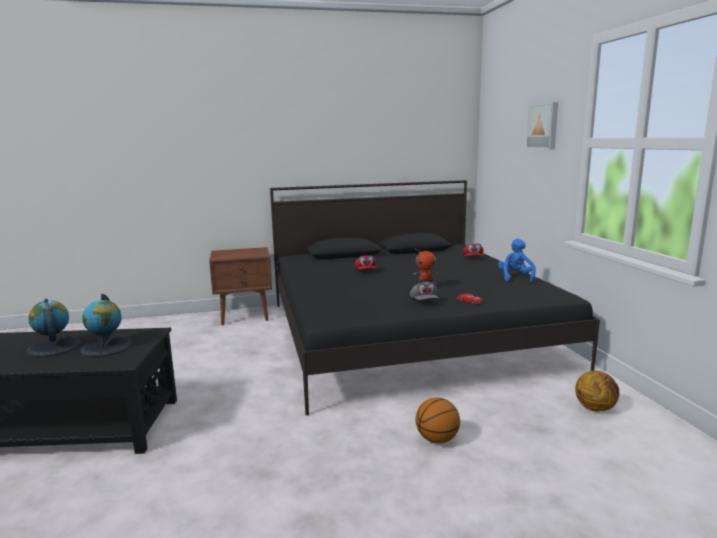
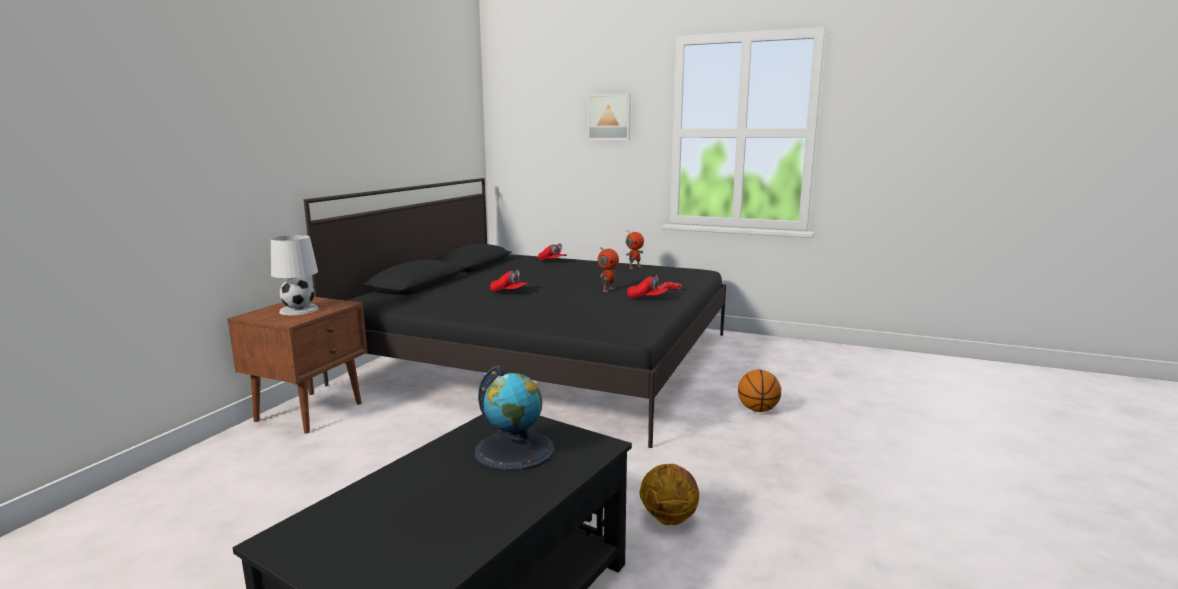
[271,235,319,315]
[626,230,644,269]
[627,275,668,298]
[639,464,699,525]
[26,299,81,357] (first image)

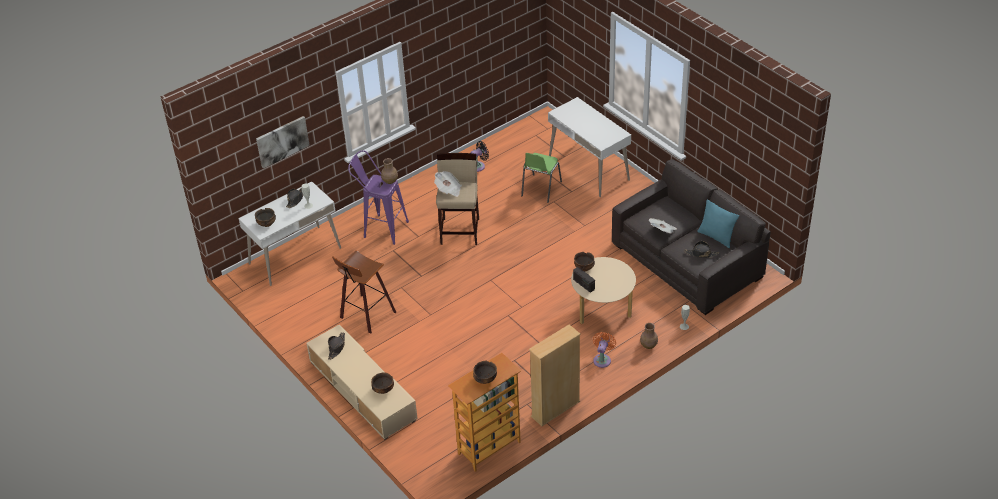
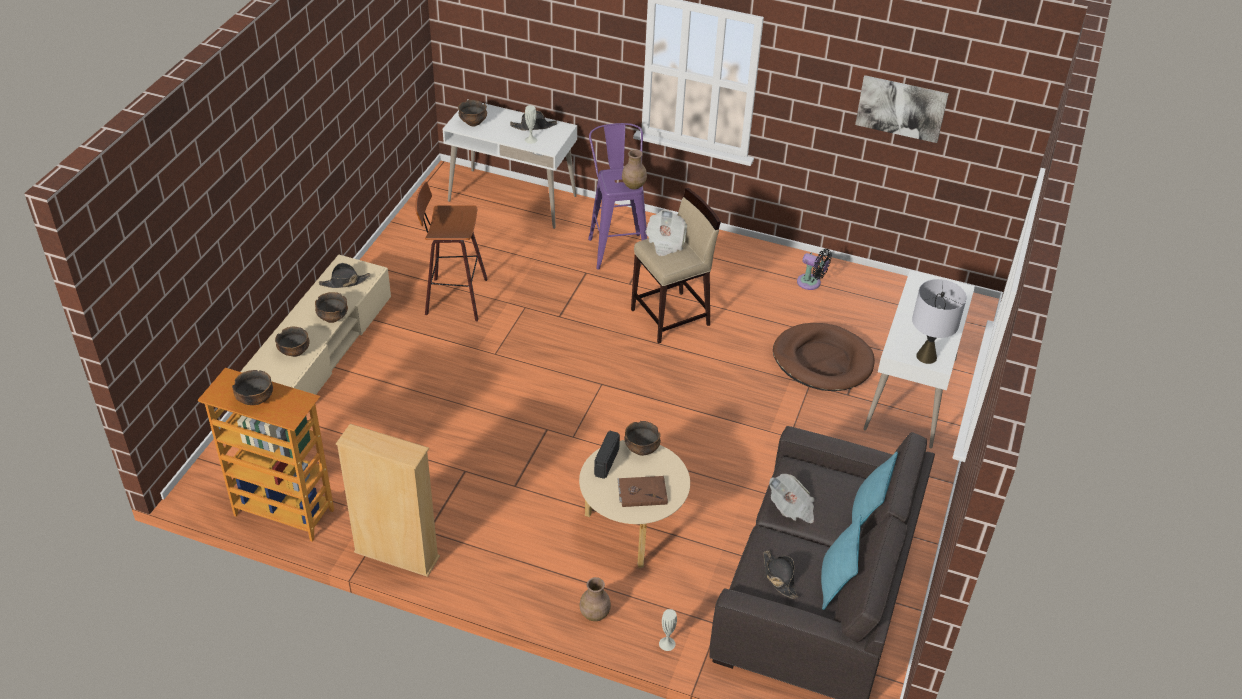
[315,292,348,323]
[617,476,668,507]
[773,323,875,391]
[852,452,898,525]
[855,75,949,143]
[912,279,967,364]
[593,332,616,368] (first image)

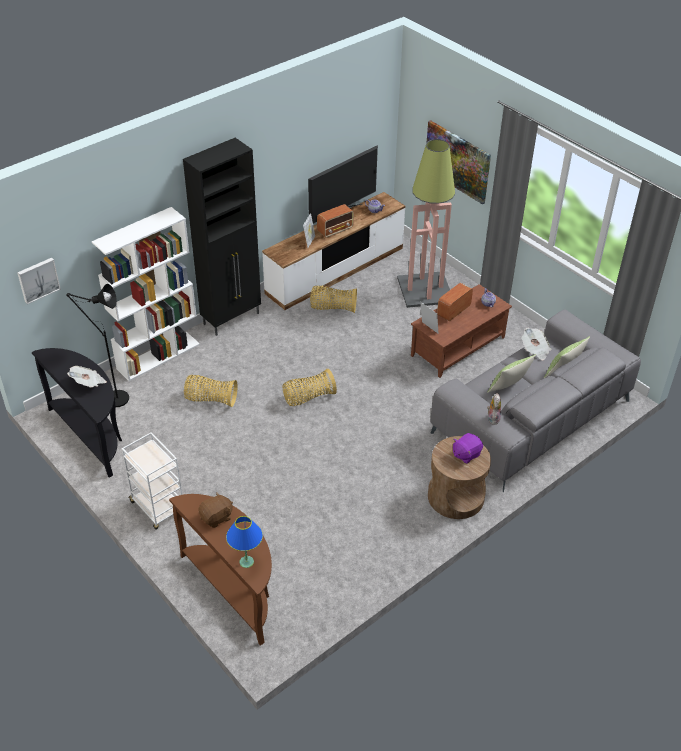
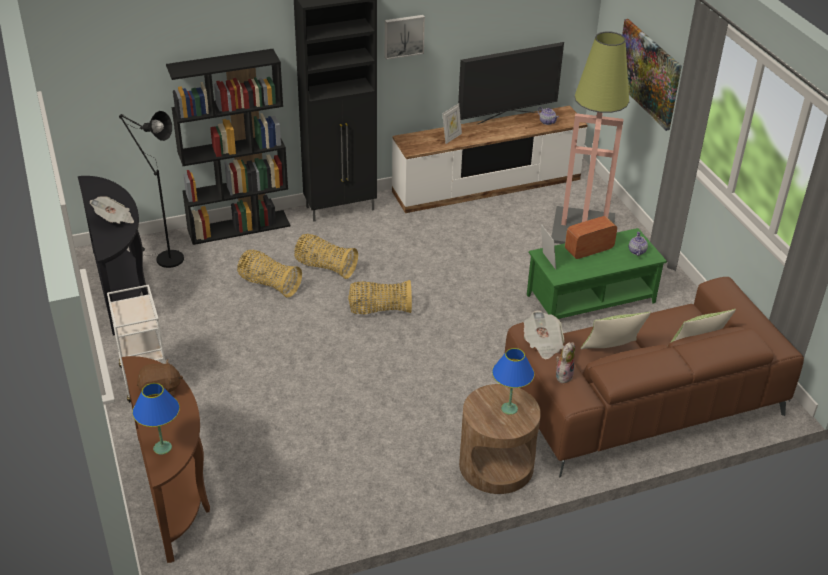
[166,49,290,245]
[294,234,358,279]
[385,15,425,60]
[492,348,535,415]
[505,277,804,477]
[524,310,565,359]
[527,228,667,319]
[317,204,354,238] (first image)

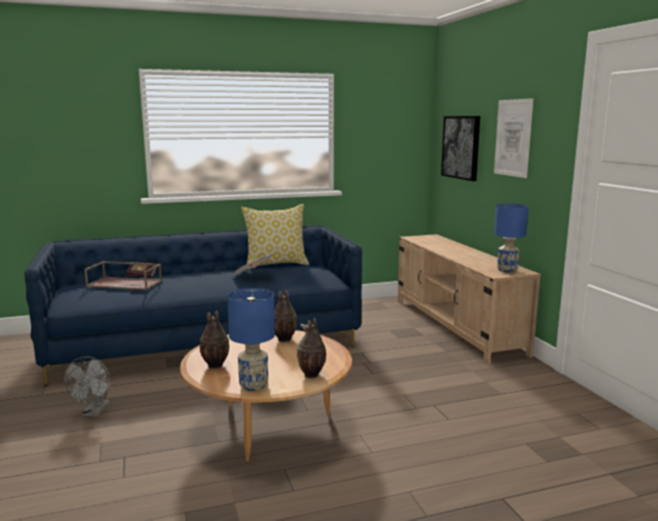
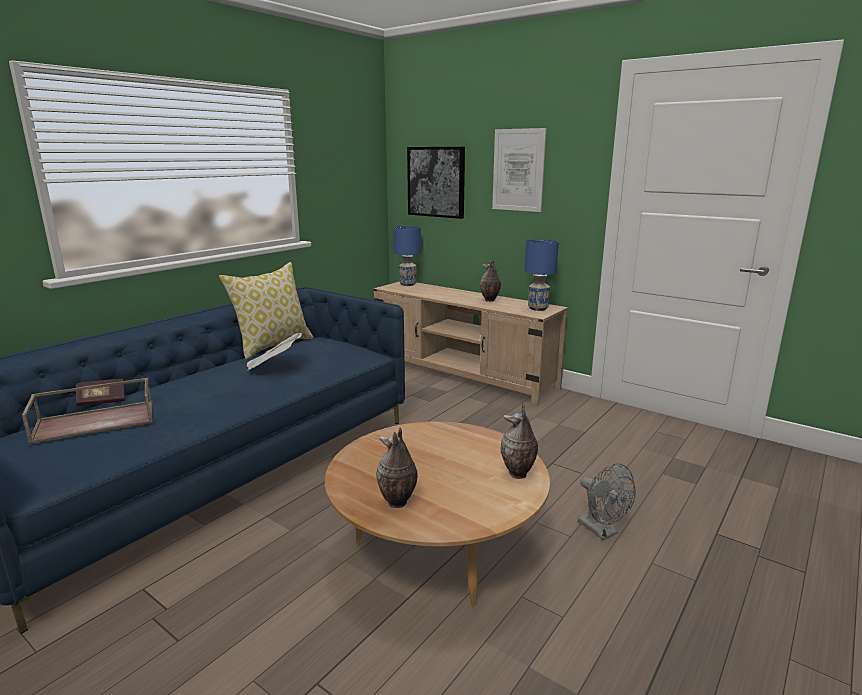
[394,226,421,286]
[480,259,501,302]
[578,463,636,540]

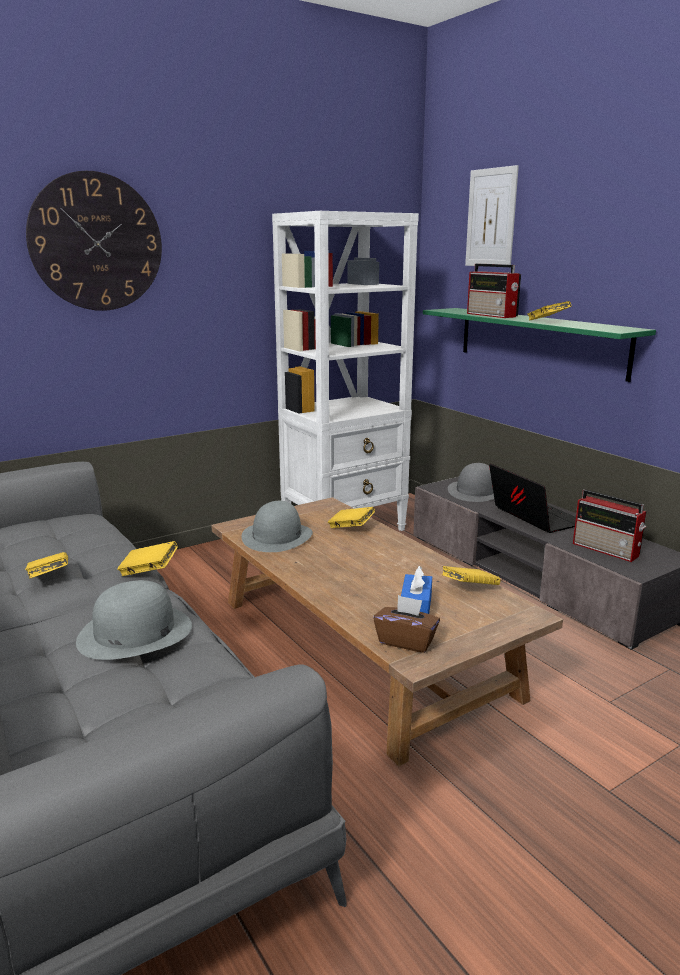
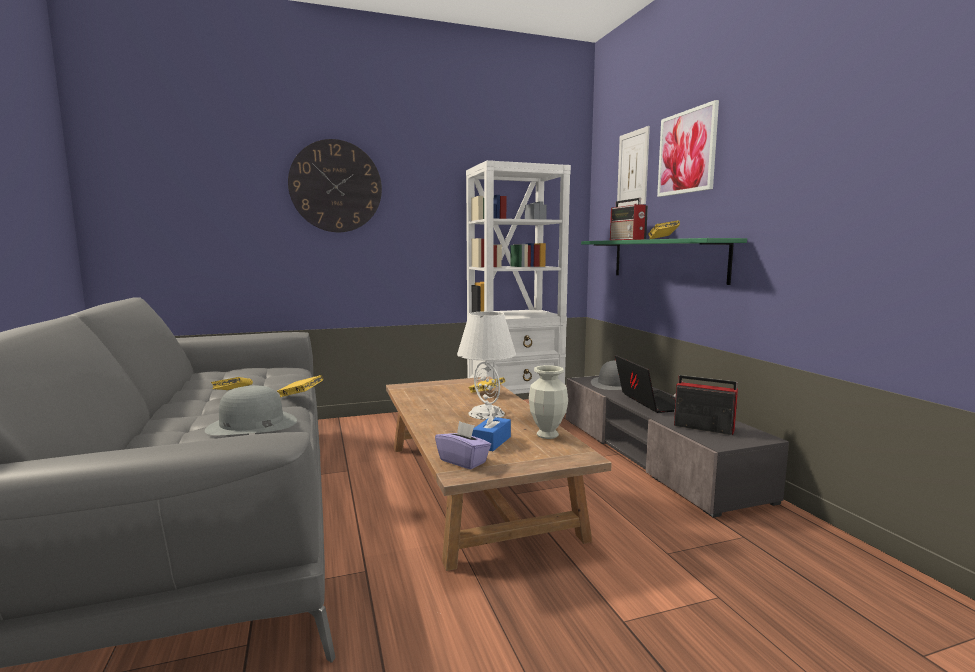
[435,421,491,469]
[457,311,516,420]
[529,365,568,439]
[657,100,719,197]
[673,375,738,435]
[241,501,313,552] (first image)

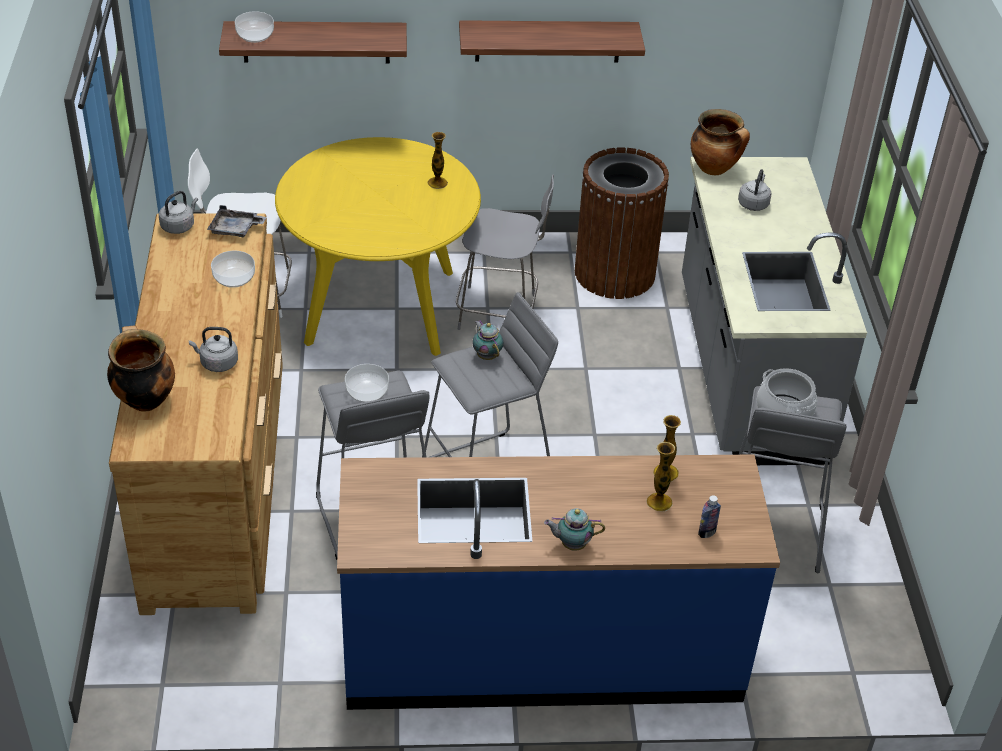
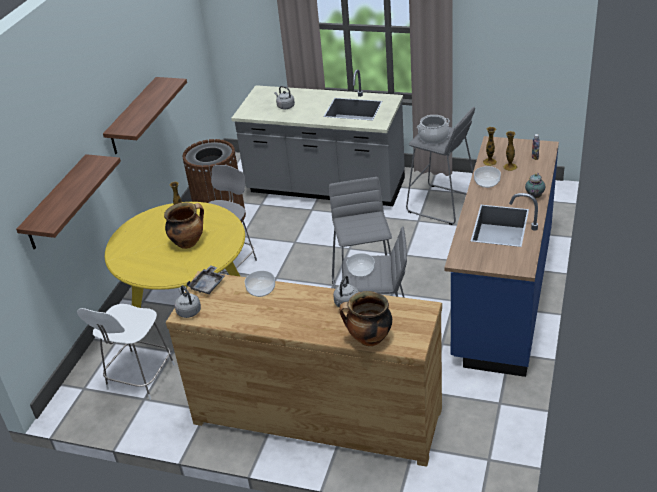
[164,202,204,249]
[474,166,501,188]
[472,320,503,360] (first image)

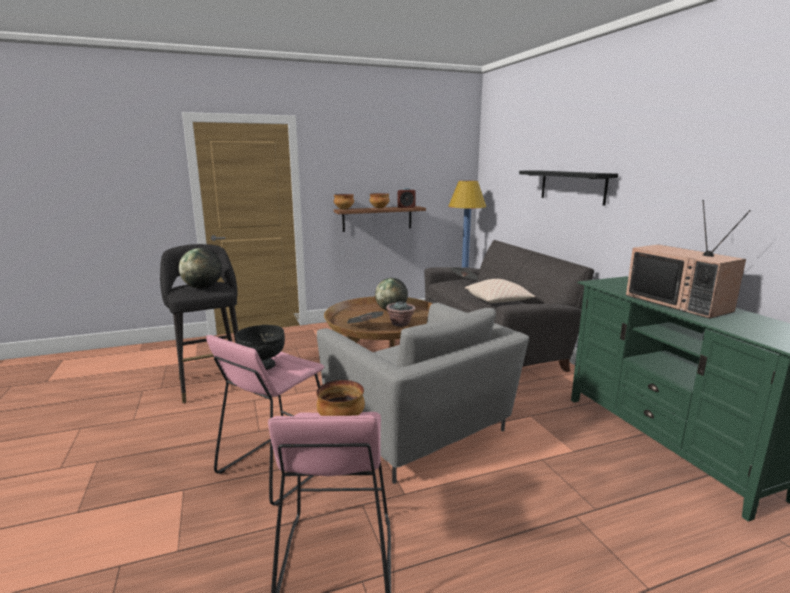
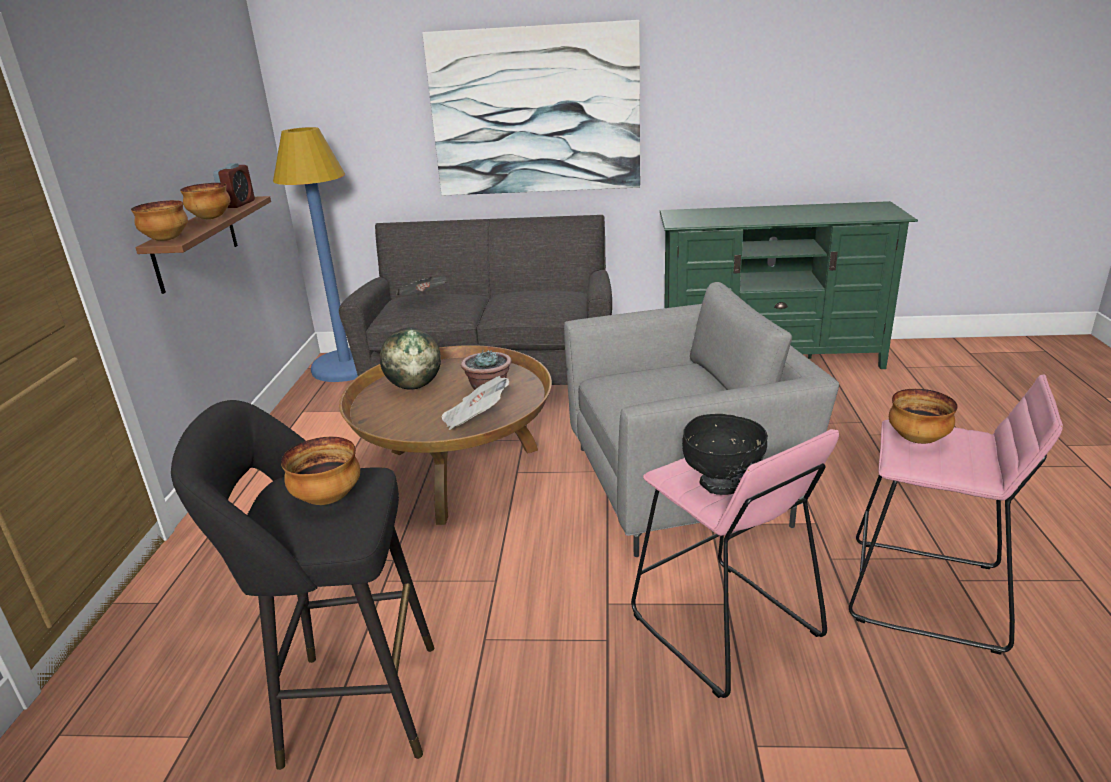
[281,437,360,505]
[422,20,640,196]
[465,279,536,303] (first image)
[626,200,751,319] (first image)

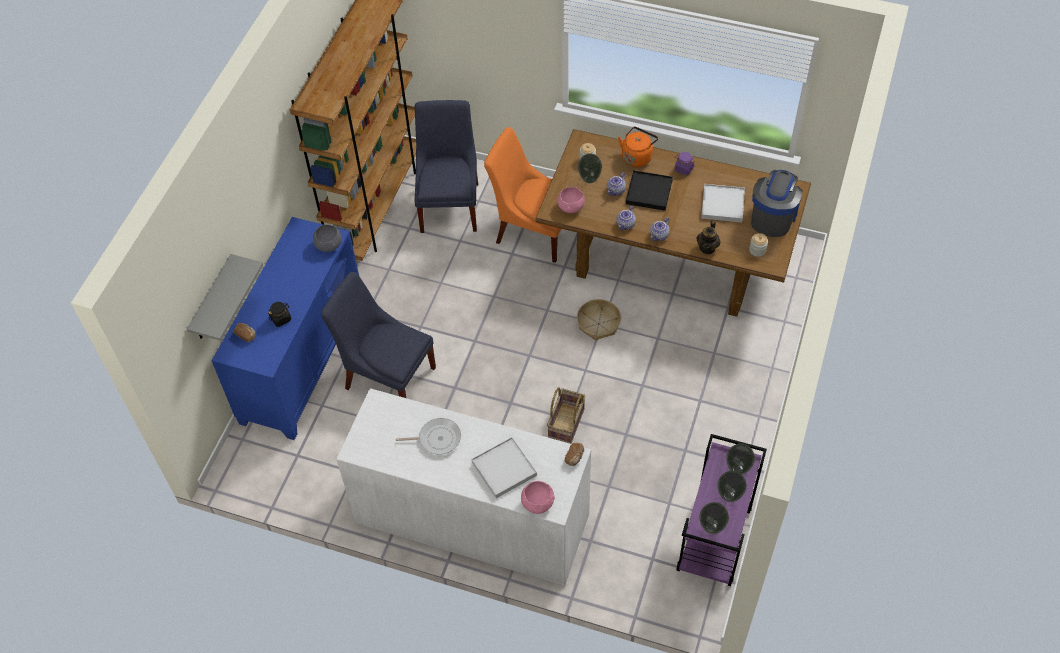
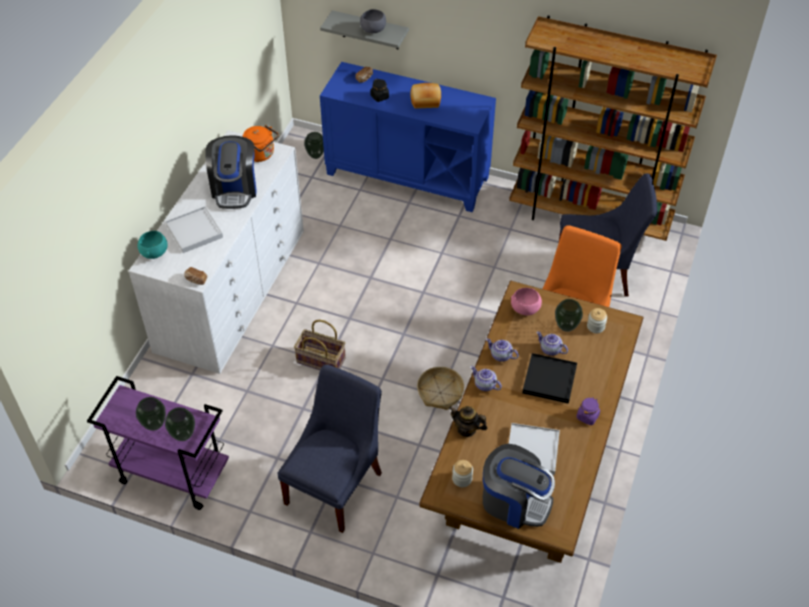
[137,231,168,259]
[205,135,257,209]
[242,125,279,162]
[278,364,382,533]
[304,132,324,159]
[360,9,386,33]
[410,83,441,109]

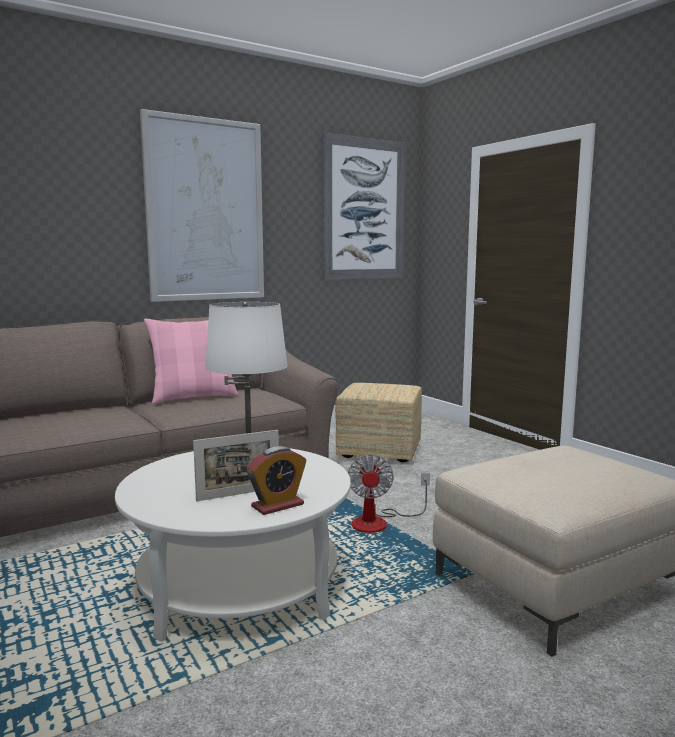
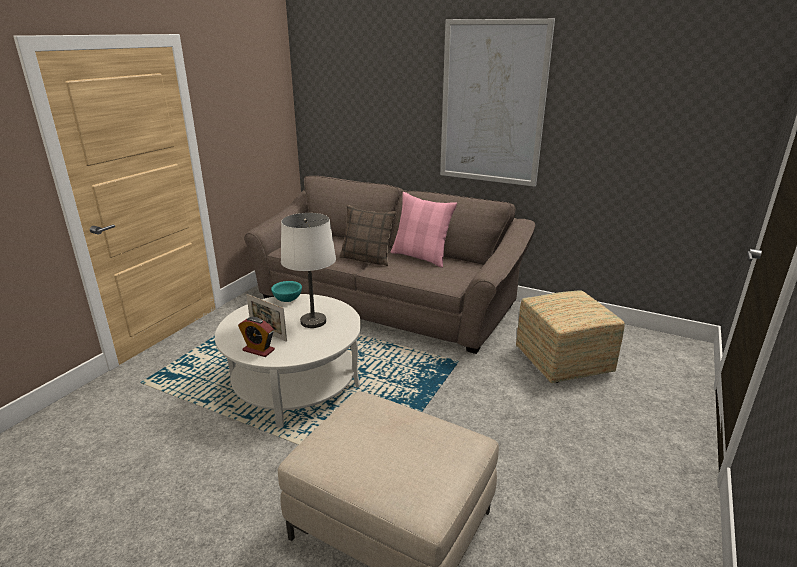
[271,281,302,302]
[339,205,396,266]
[322,133,405,280] (first image)
[348,455,430,533] (first image)

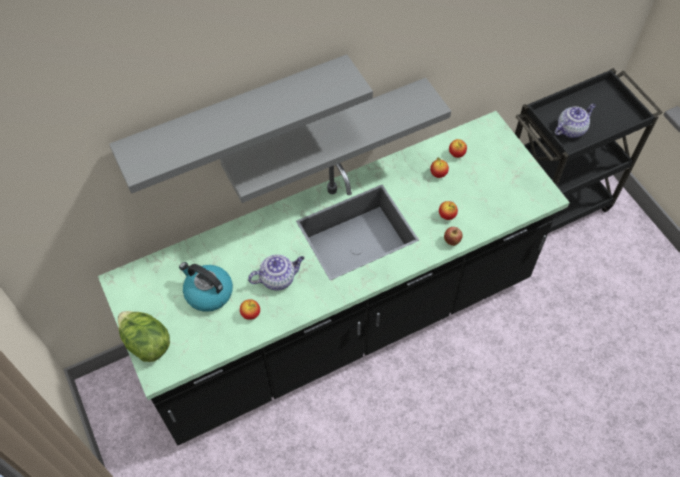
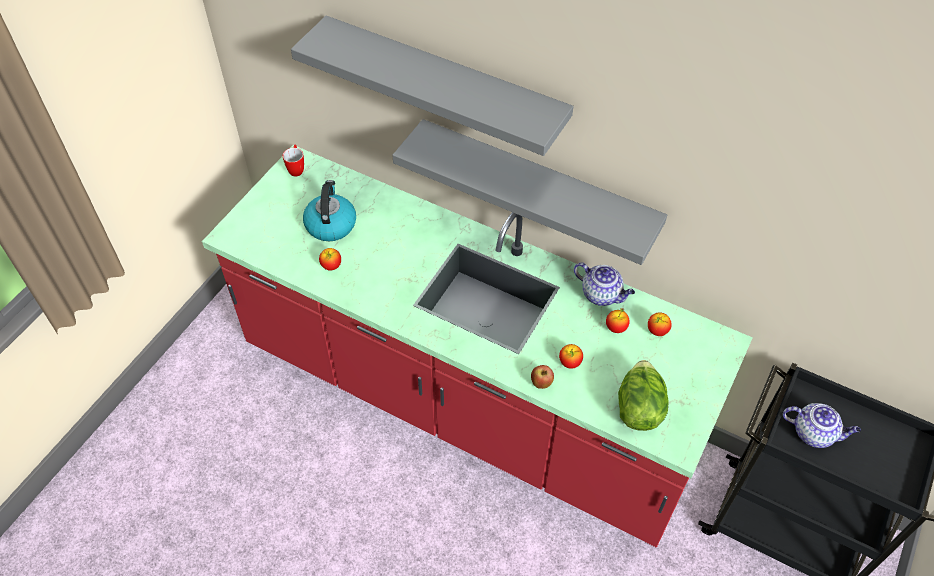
[202,145,753,547]
[282,145,304,176]
[574,263,635,306]
[618,360,669,431]

